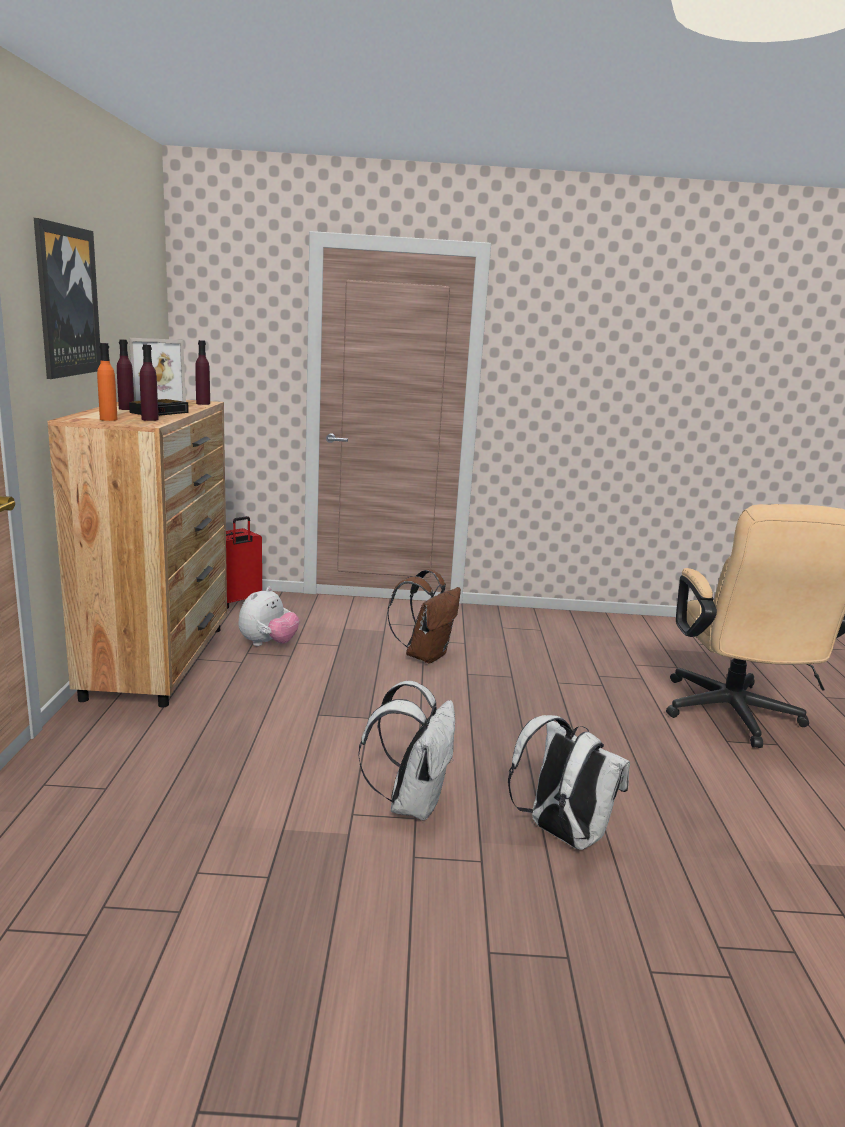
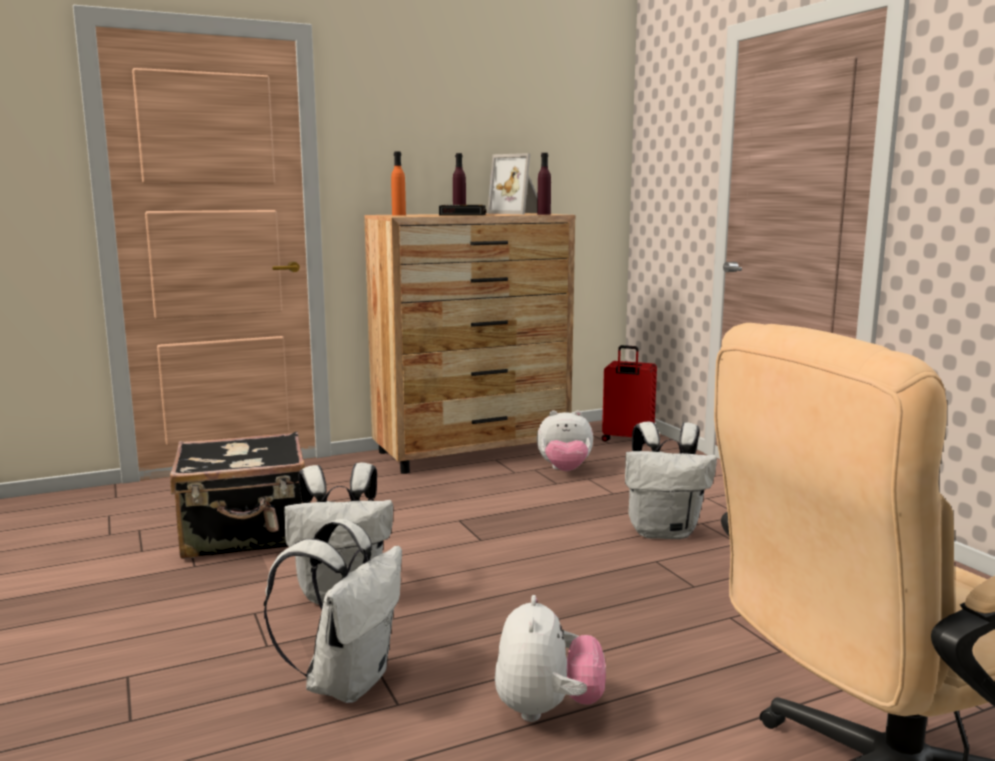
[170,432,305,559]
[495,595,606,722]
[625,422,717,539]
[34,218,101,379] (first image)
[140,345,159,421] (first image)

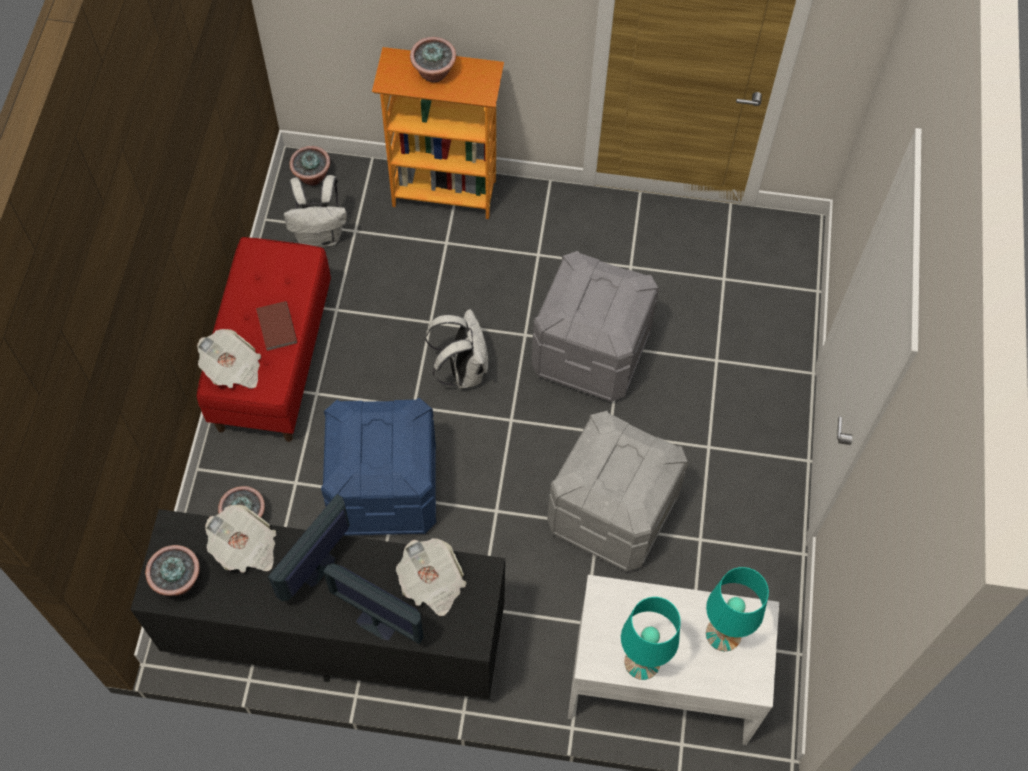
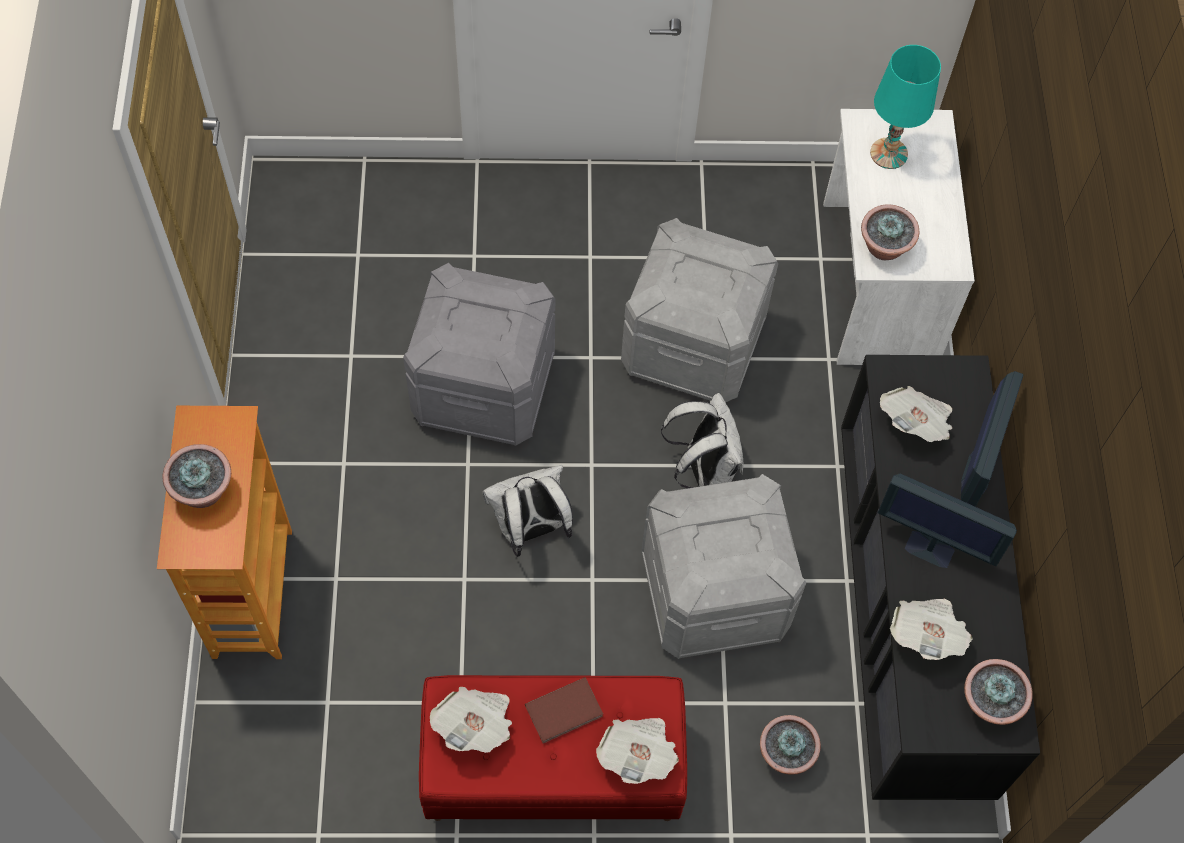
[430,686,512,753]
[641,474,806,659]
[661,393,743,488]
[861,204,920,260]
[621,597,681,680] (first image)

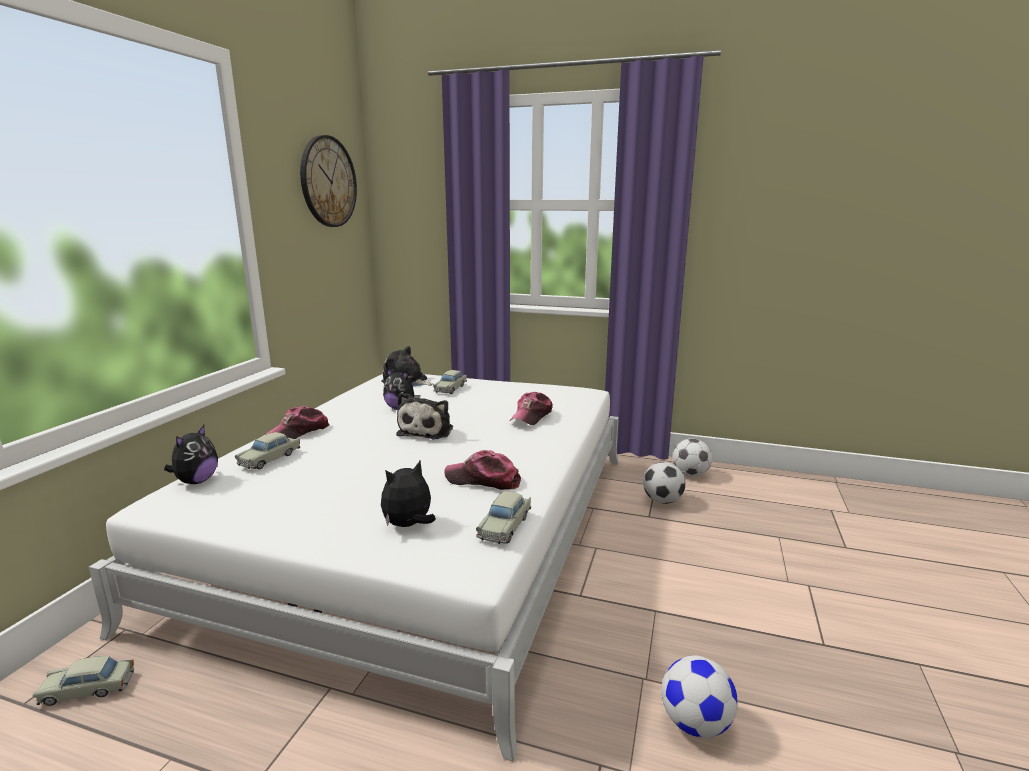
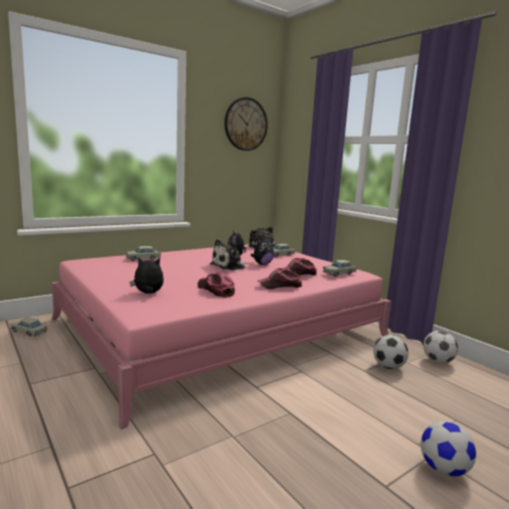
[52,244,391,429]
[251,237,274,265]
[257,268,302,289]
[323,260,357,277]
[421,421,476,477]

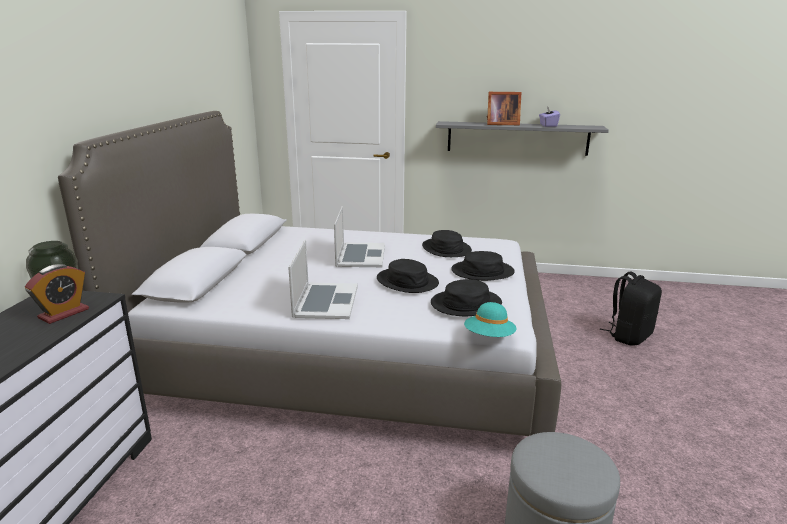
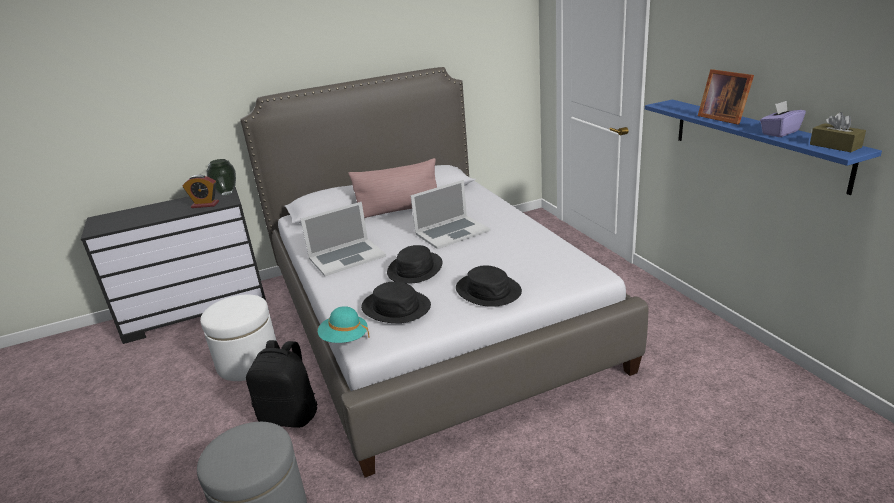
[200,294,277,381]
[246,340,318,428]
[349,158,437,218]
[645,99,882,195]
[810,112,866,152]
[422,230,472,257] (first image)

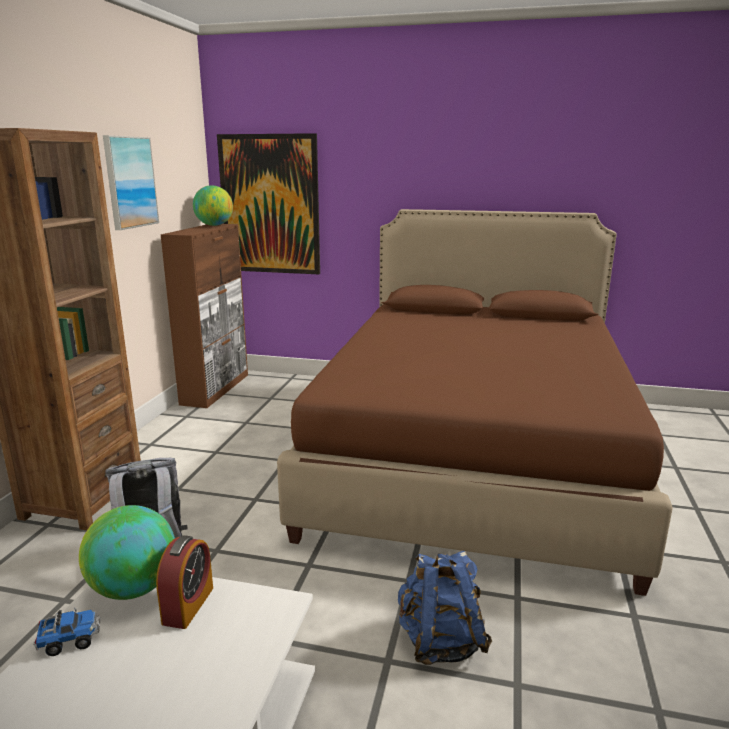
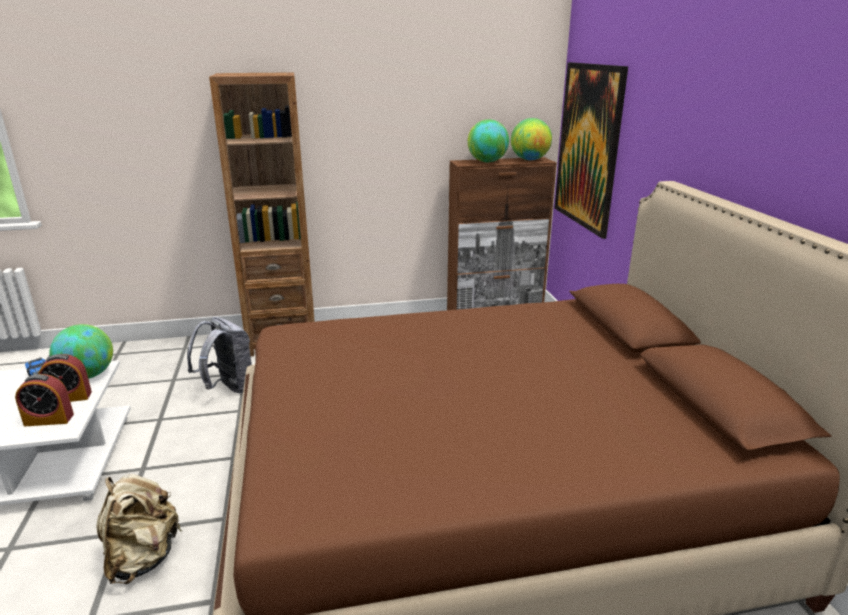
[15,374,74,426]
[97,474,182,584]
[468,119,509,162]
[103,135,159,230] (first image)

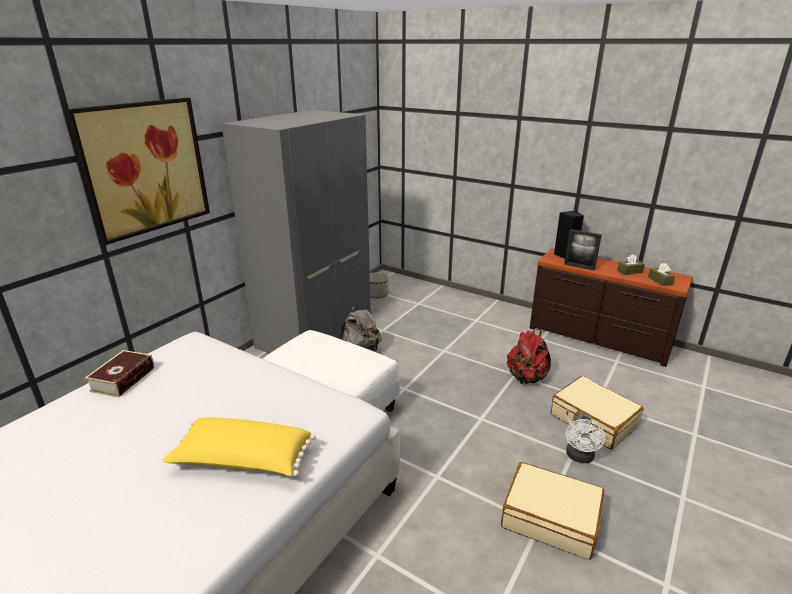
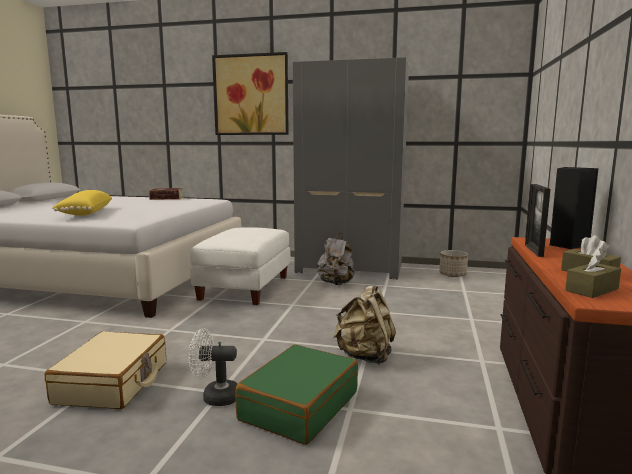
[235,344,358,445]
[333,285,396,365]

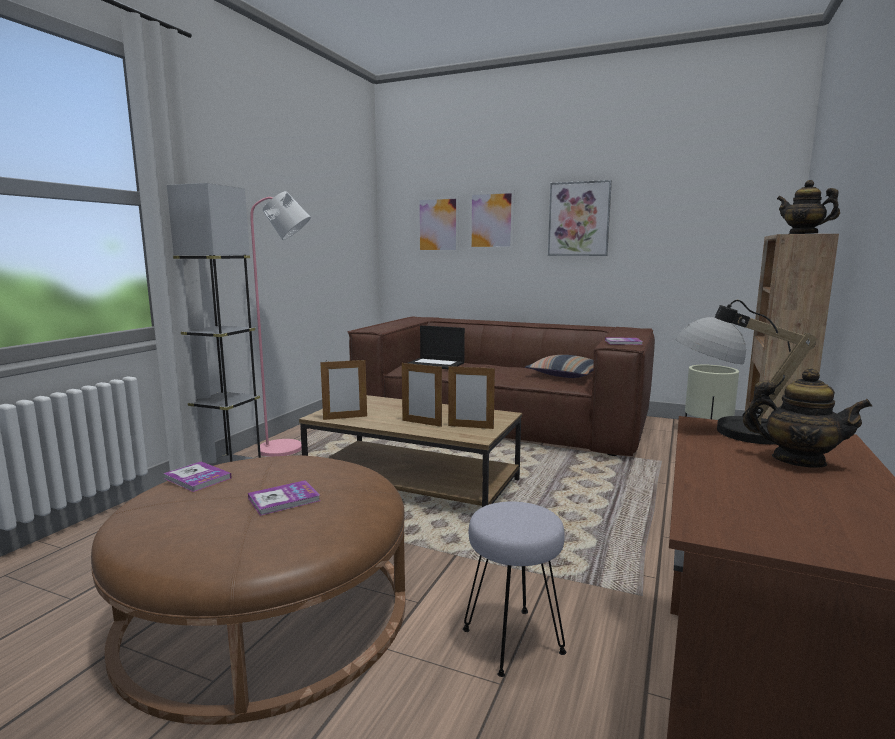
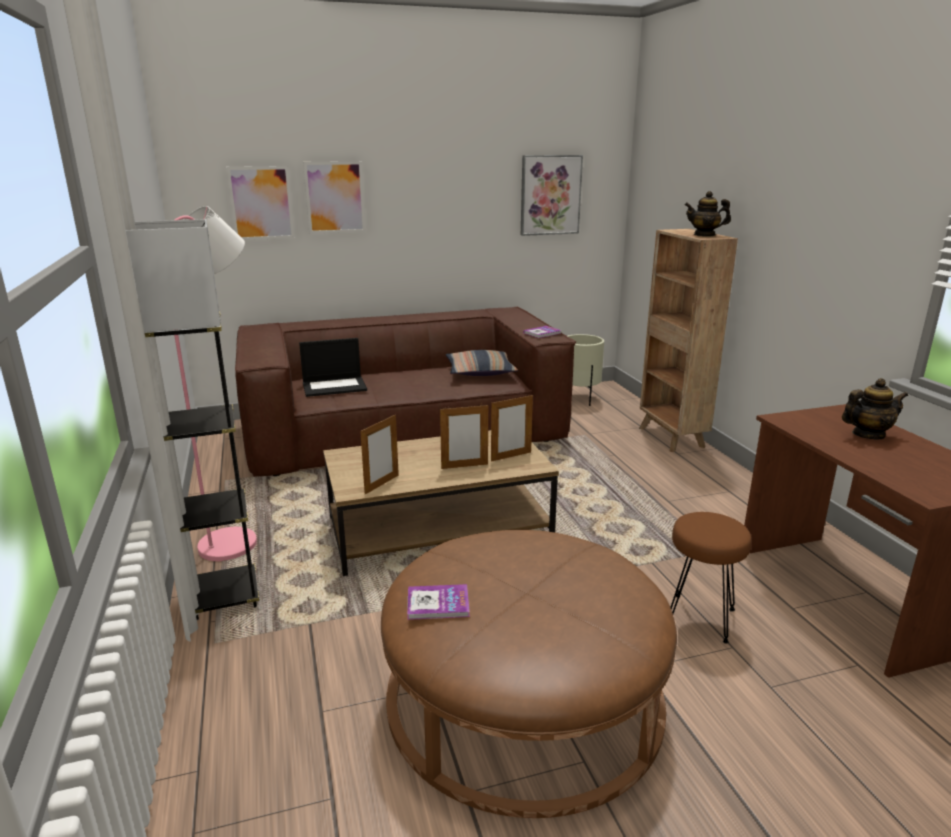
[521,155,583,236]
[671,512,751,643]
[248,480,321,516] (first image)
[676,300,817,444] (first image)

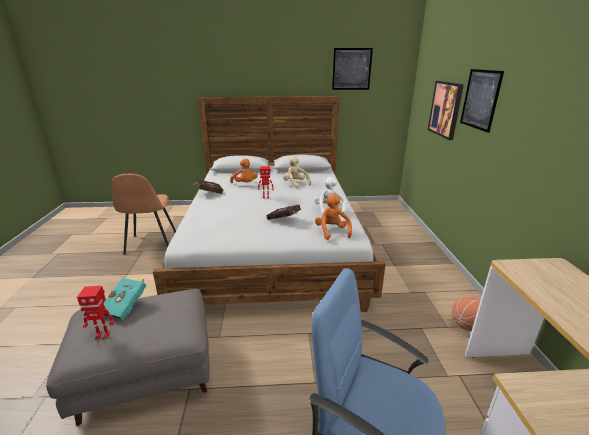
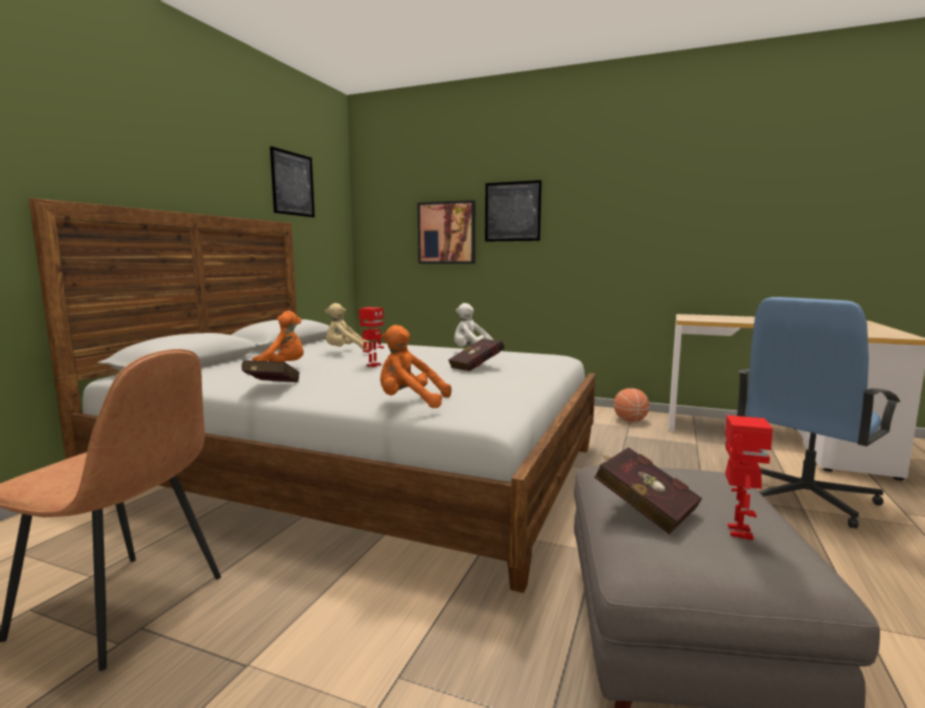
[380,325,451,408]
[594,447,702,535]

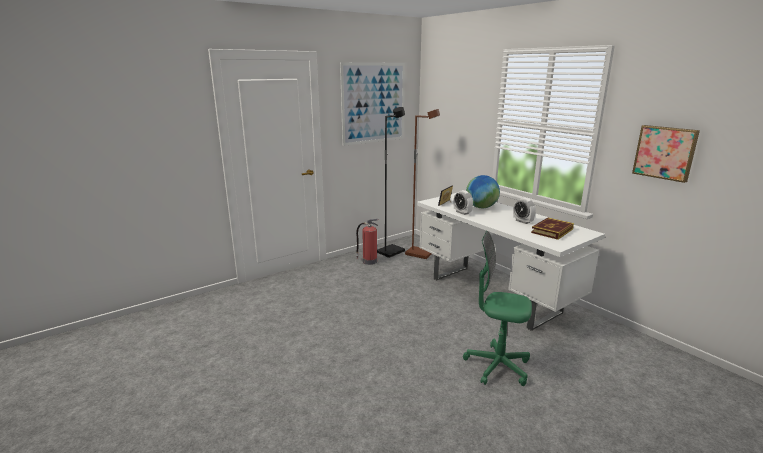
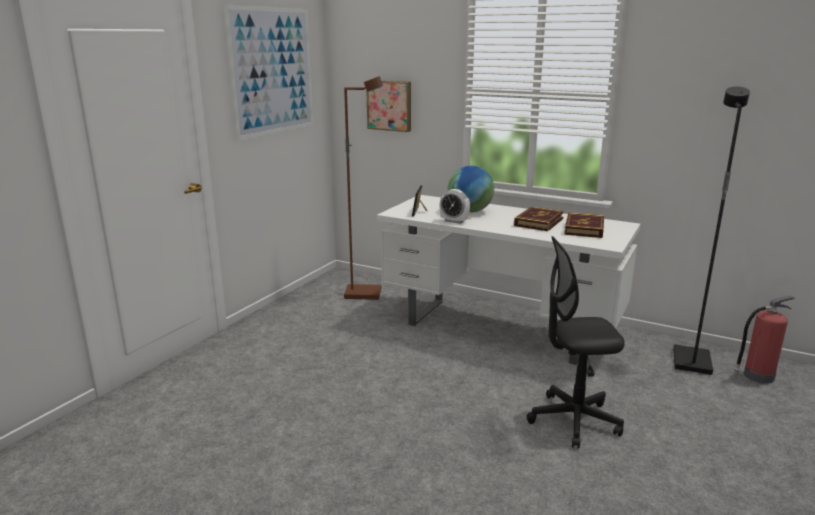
[366,80,411,132]
[514,206,564,231]
[526,236,625,449]
[673,87,750,375]
[734,295,795,384]

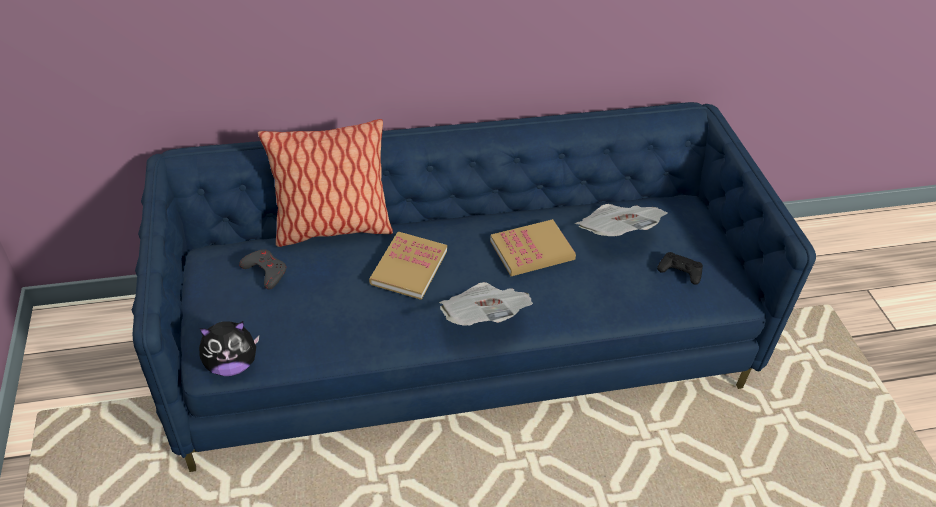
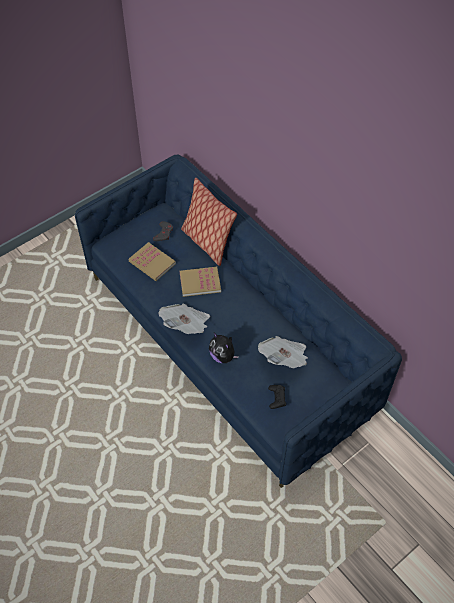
[128,242,176,281]
[209,333,239,363]

